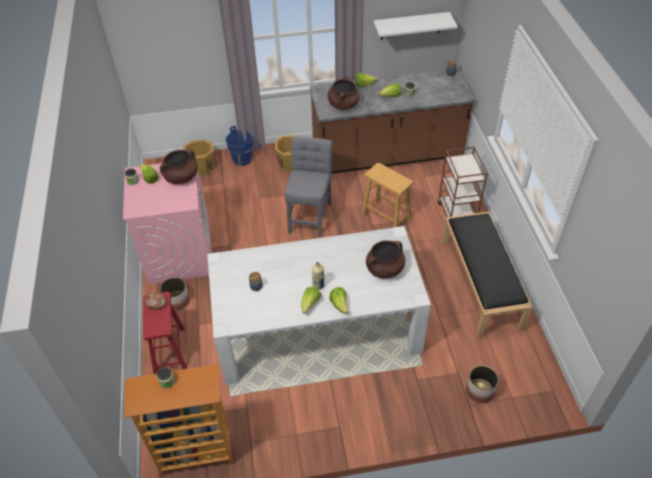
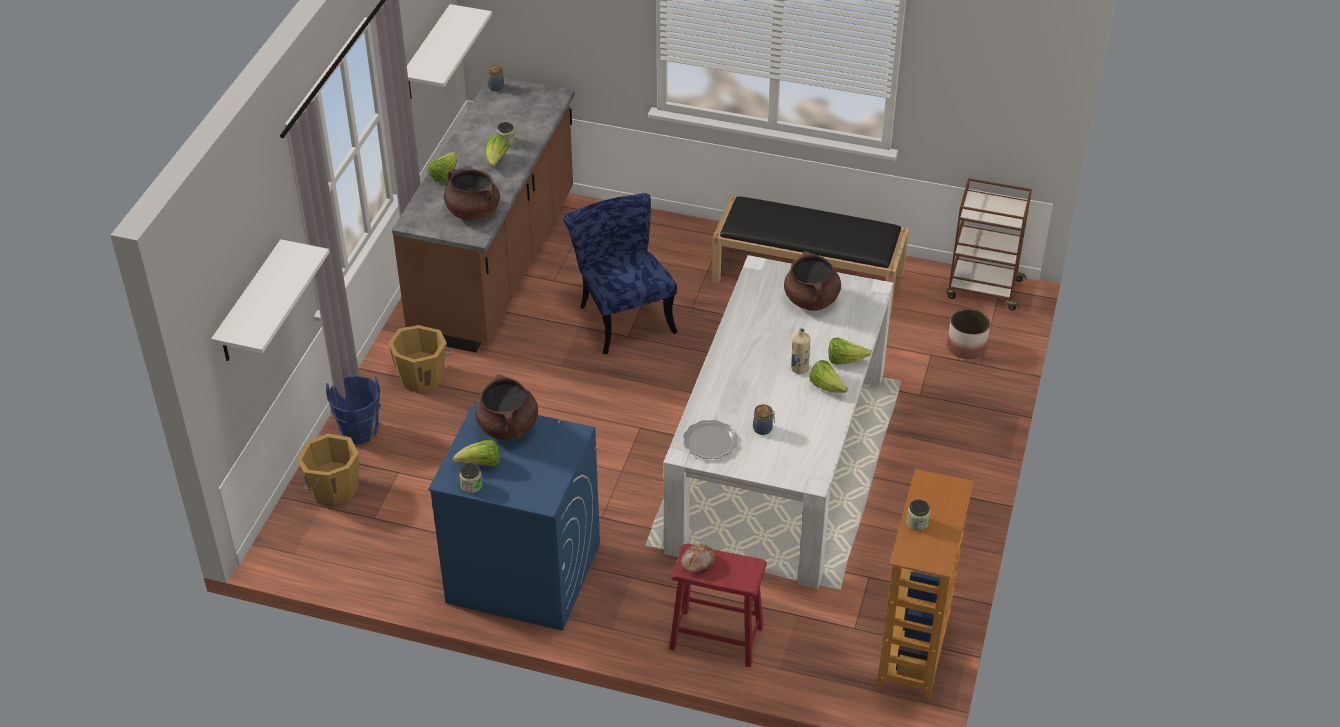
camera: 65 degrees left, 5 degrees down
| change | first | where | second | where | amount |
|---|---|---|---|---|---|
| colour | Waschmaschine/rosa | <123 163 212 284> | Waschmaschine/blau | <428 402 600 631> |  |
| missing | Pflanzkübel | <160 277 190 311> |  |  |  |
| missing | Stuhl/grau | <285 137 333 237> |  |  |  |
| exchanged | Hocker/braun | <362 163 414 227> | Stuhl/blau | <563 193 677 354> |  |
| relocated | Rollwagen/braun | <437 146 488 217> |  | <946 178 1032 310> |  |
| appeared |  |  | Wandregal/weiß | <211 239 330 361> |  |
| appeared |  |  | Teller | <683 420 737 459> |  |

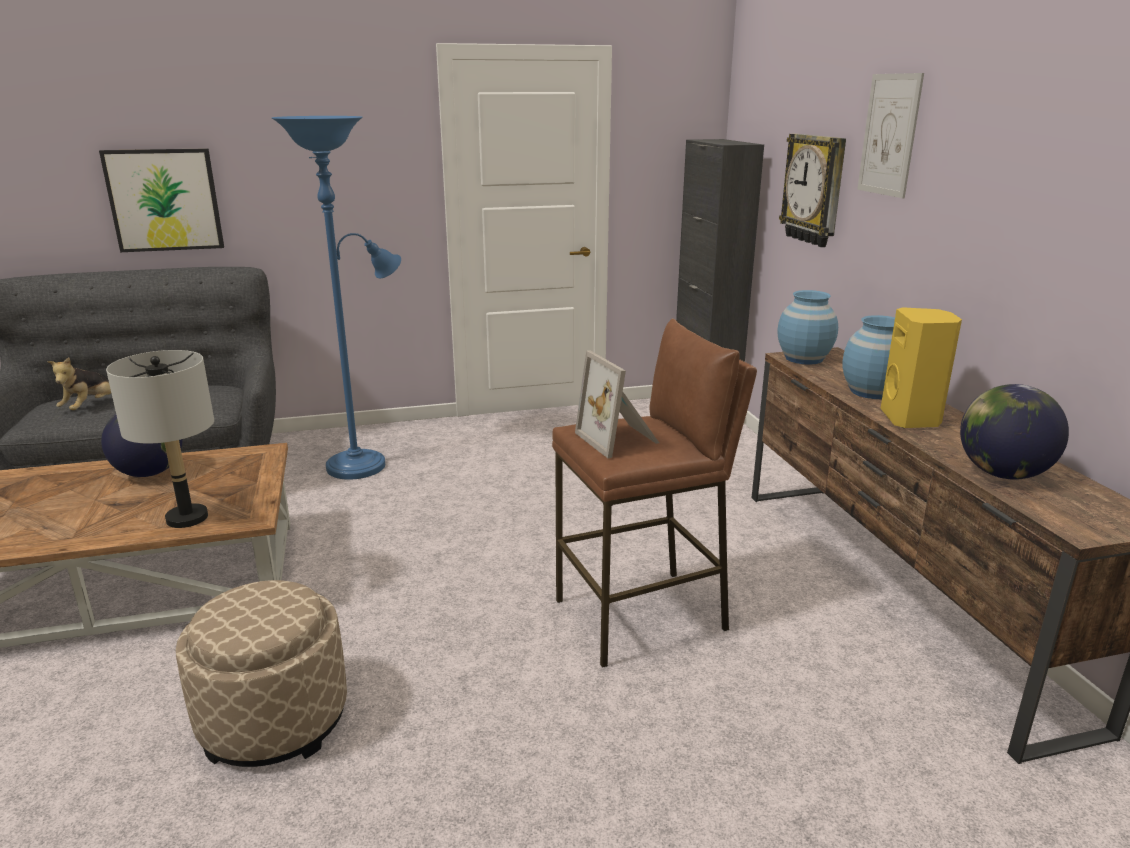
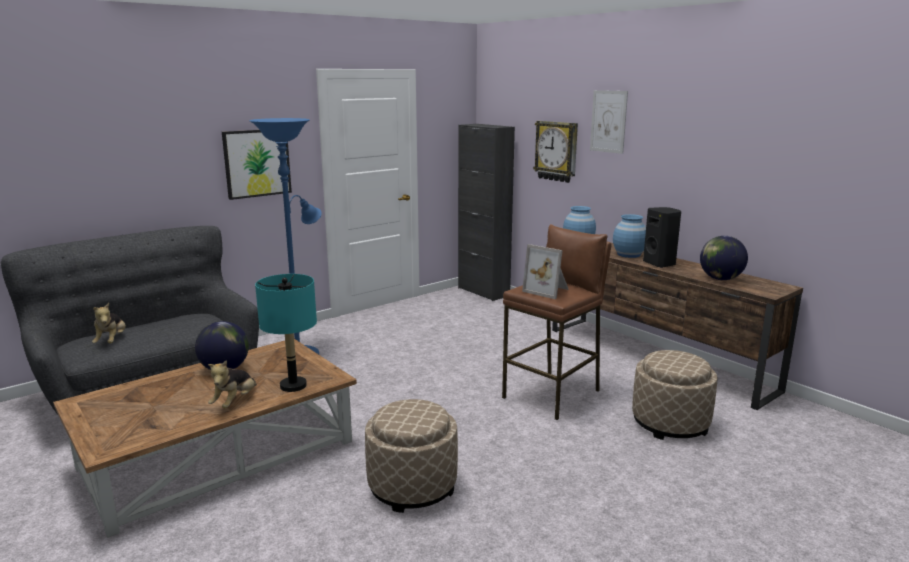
camera: 25 degrees left, 5 degrees down
| change | first | where | second | where | amount |
|---|---|---|---|---|---|
| relocated | Bild | <99 148 224 252> |  | <222 130 292 200> |  |
| colour | Tischlampe/grau | <106 350 214 528> | Tischlampe/türkis | <255 274 317 392> |  |
| colour | Lautsprecher/gelb | <880 307 962 428> | Lautsprecher/schwarz | <643 207 681 268> |  |
| appeared |  |  | Plüschtier | <208 360 257 408> |  |
| appeared |  |  | Polsterhocker/beige | <632 350 718 440> |  |

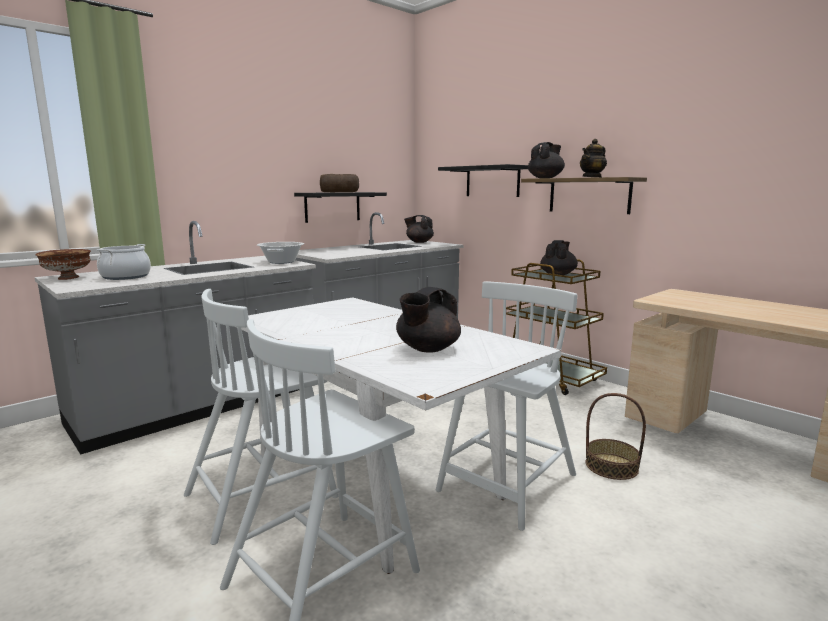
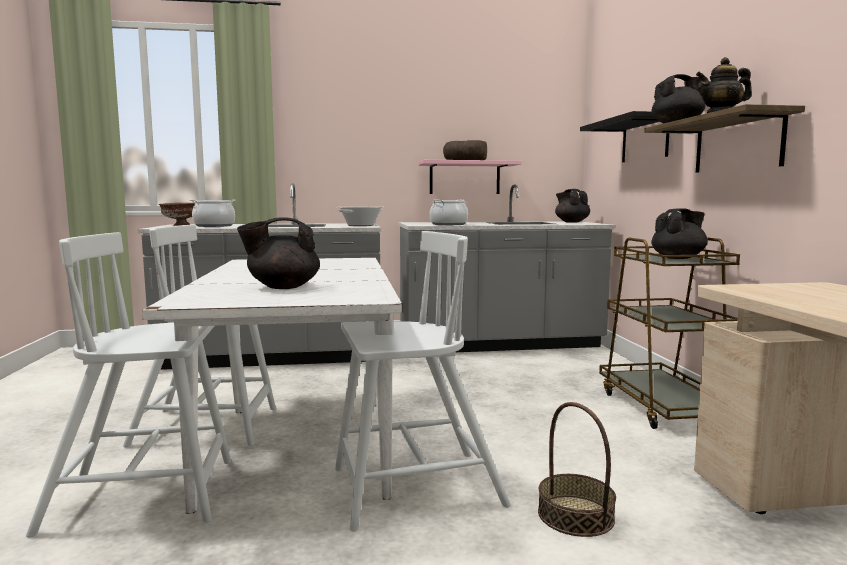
camera: 35 degrees right, 5 degrees down
| change | first | where | second | where | amount |
|---|---|---|---|---|---|
| colour | Wandregal/schwarz | <294 192 387 223> | Wandregal/rosa | <418 160 522 194> |  |
| appeared |  |  | Kochtopf | <430 199 468 225> |  |

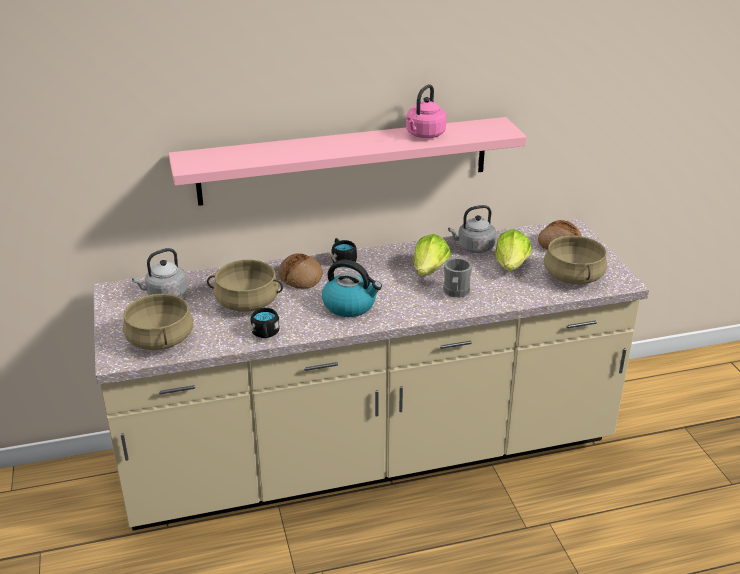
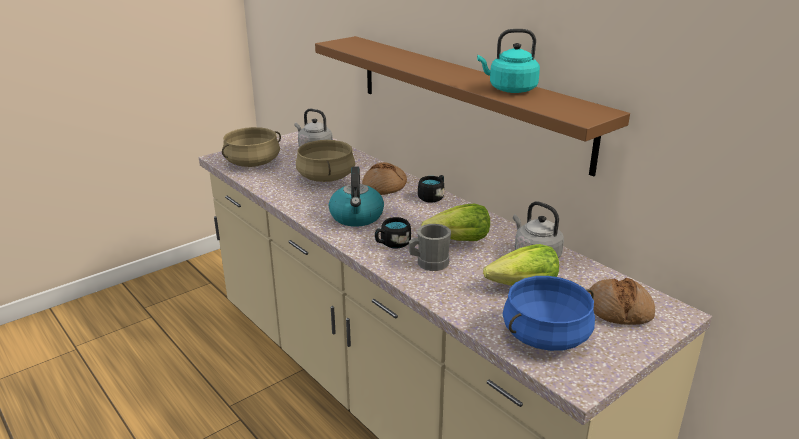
camera: 65 degrees right, 5 degrees down
| change | first | where | second | where | amount |
|---|---|---|---|---|---|
| colour | Wandregal/rosa | <169 117 527 206> | Wandregal/braun | <315 36 630 177> |  |
| relocated | Henkelbecher/schwarz | <250 308 280 338> |  | <375 217 411 248> |  |
| colour | Wasserkessel/rosa | <406 84 446 138> | Wasserkessel/türkis | <477 29 540 93> |  |
| colour | Kochtopf/beige | <544 235 607 284> | Kochtopf/blau | <503 276 595 351> |  |

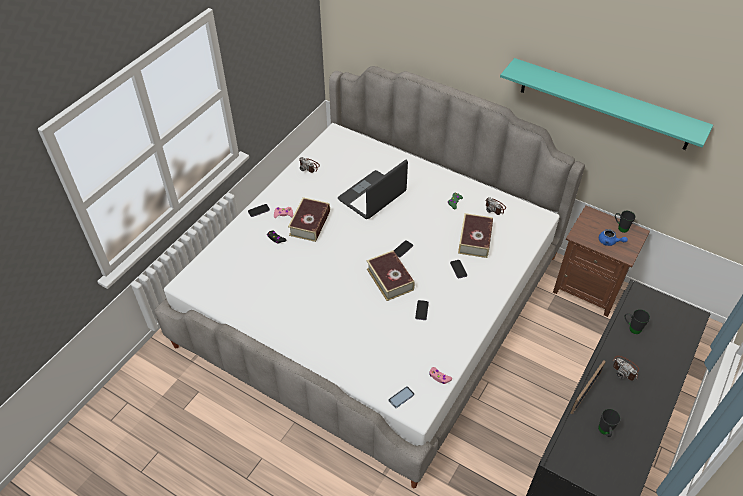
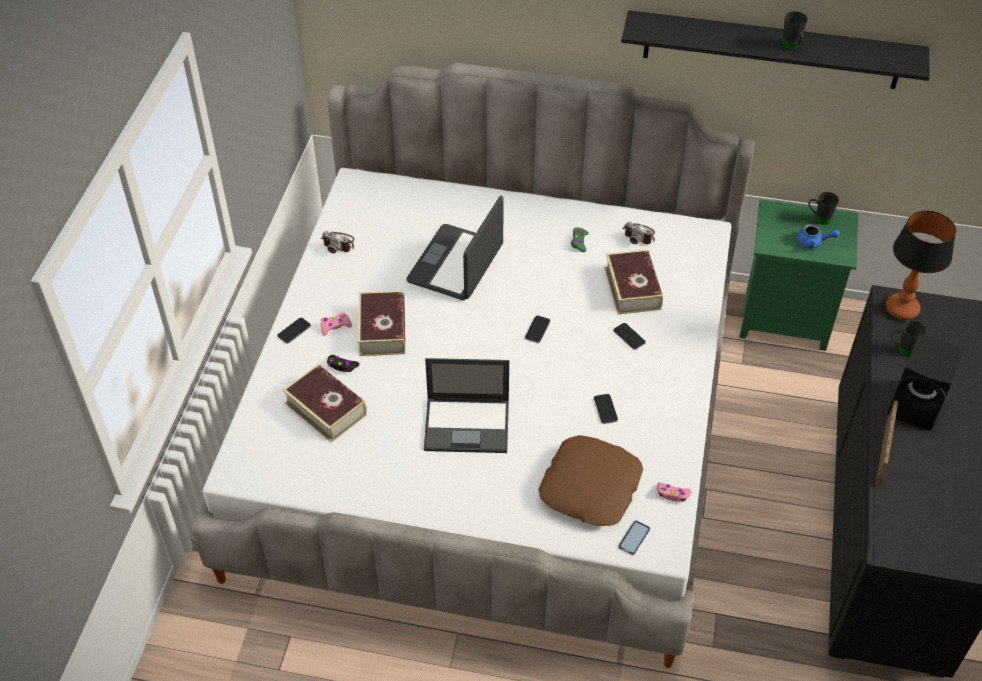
camera: 20 degrees left, 0 degrees up
| change | first | where | second | where | amount |
|---|---|---|---|---|---|
| relocated | Buch | <367 250 415 301> |  | <282 364 367 443> |  |
| colour | Wandregal/türkis | <500 58 713 150> | Wandregal/schwarz | <621 10 930 89> |  |
| colour | Nachttisch/braun | <553 205 650 317> | Nachttisch/grün | <739 199 858 351> |  |
| relocated | Henkelbecher/schwarz | <598 409 621 437> |  | <782 11 808 50> |  |
| exchanged | Kamera | <612 356 639 381> | Lautsprecher/schwarz | <888 333 964 430> |  |
| appeared |  |  | Laptop | <424 358 509 453> |  |
| appeared |  |  | Kissen/braun | <538 435 643 526> |  |
| appeared |  |  | Tischlampe | <886 211 956 320> |  |

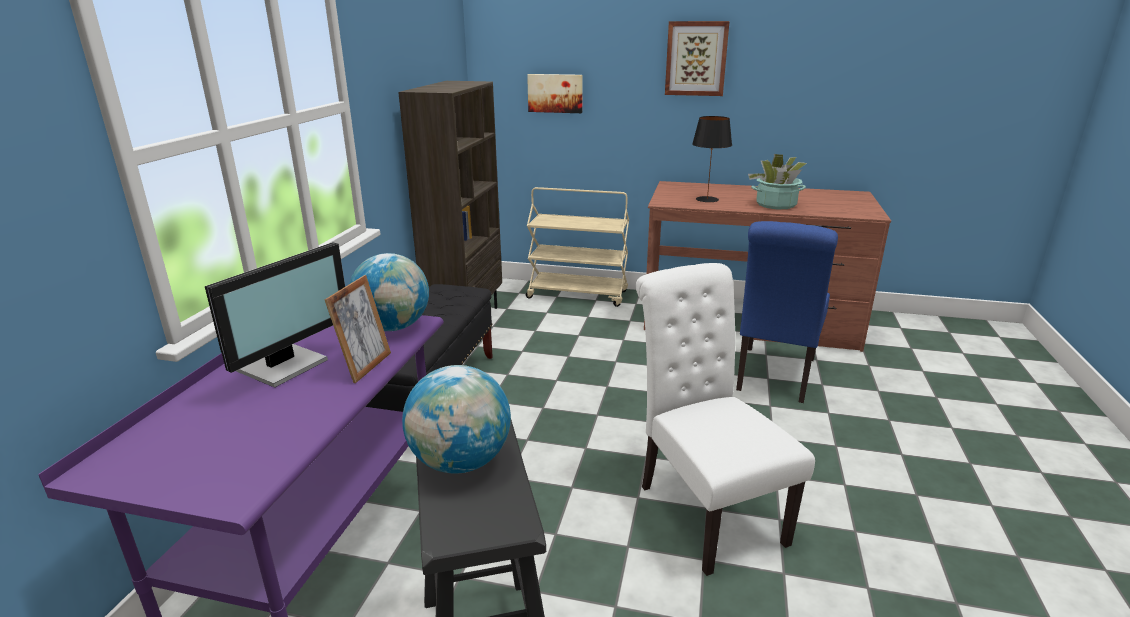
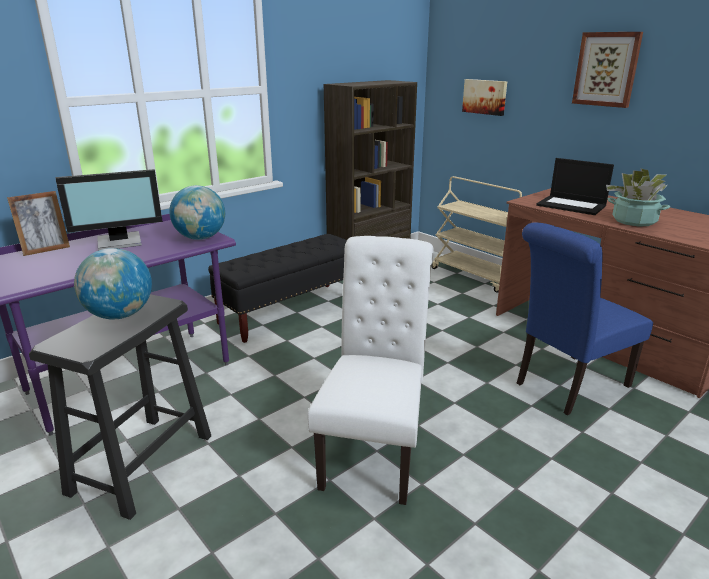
camera: 35 degrees right, 0 degrees up
| change | first | where | second | where | amount |
|---|---|---|---|---|---|
| relocated | Bilderrahmen | <325 275 391 383> |  | <7 191 70 256> |  |
| exchanged | Tischlampe/schwarz | <692 116 732 202> | Laptop | <536 158 614 215> |  |

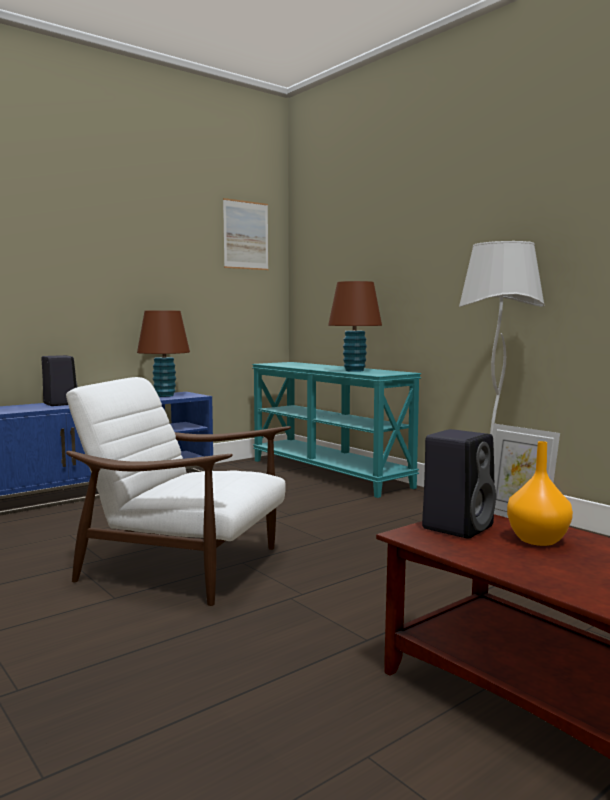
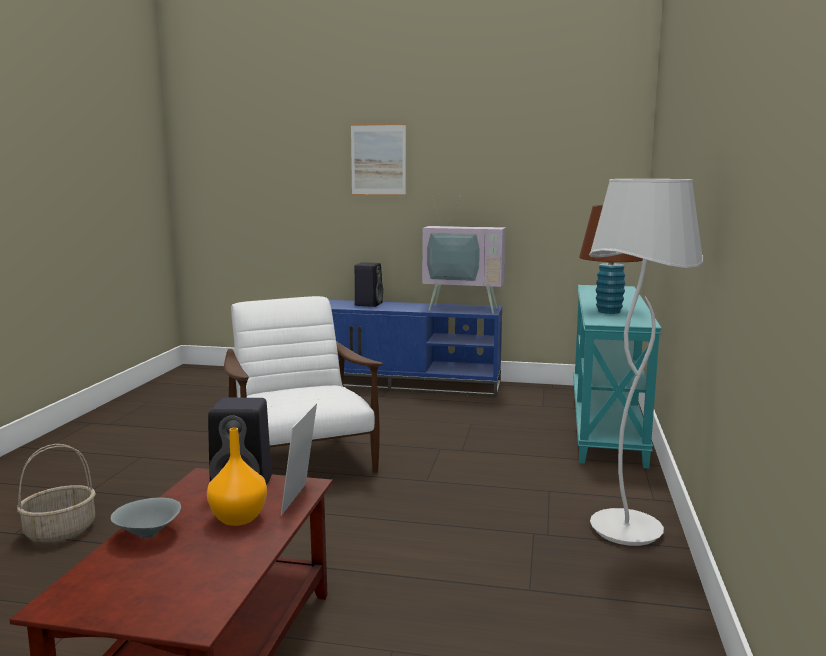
camera: 50 degrees right, 5 degrees up
| change | first | where | second | where | amount |
|---|---|---|---|---|---|
| exchanged | Tischlampe/braun | <137 311 190 397> | Fernseher | <422 193 506 314> |  |
| relocated | Bild | <223 198 269 270> |  | <351 123 406 196> |  |
| appeared |  |  | Korb | <17 444 96 542> |  |
| appeared |  |  | Schüssel/grau | <111 498 181 539> |  |

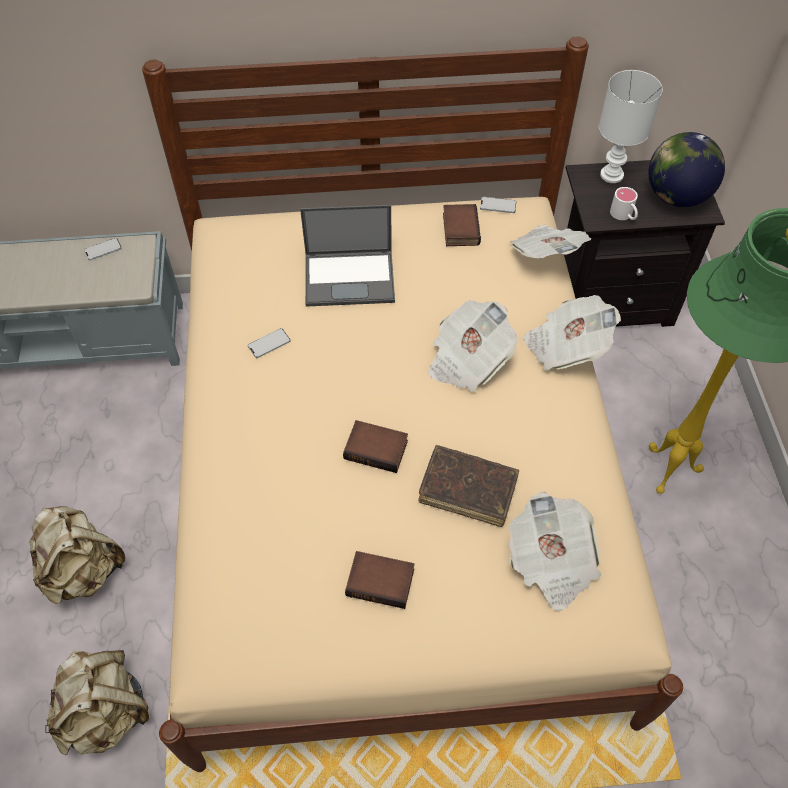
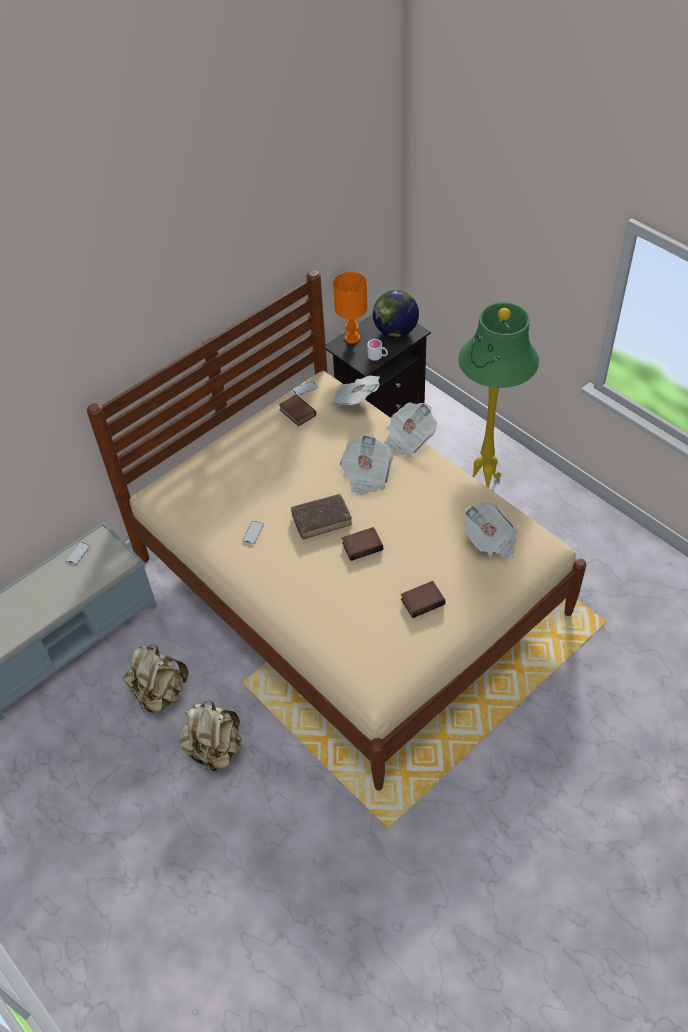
camera: 35 degrees left, 5 degrees down
| change | first | where | second | where | amount |
|---|---|---|---|---|---|
| relocated | Rucksack/beige | <45 650 149 755> |  | <124 645 189 713> |  |
| missing | Laptop | <300 205 395 307> |  |  |  |
| relocated | Buch/braun | <418 445 519 527> |  | <291 494 352 540> |  |
| colour | Tischlampe/weiß | <599 70 663 183> | Tischlampe/orange | <333 272 367 344> |  |

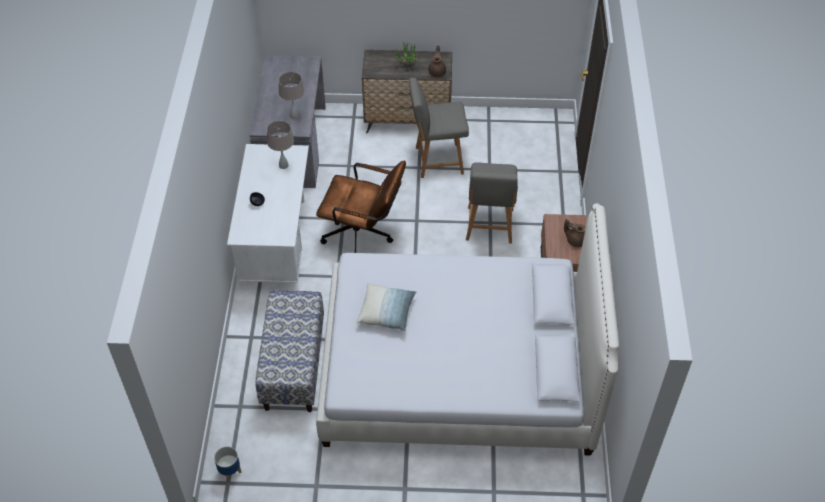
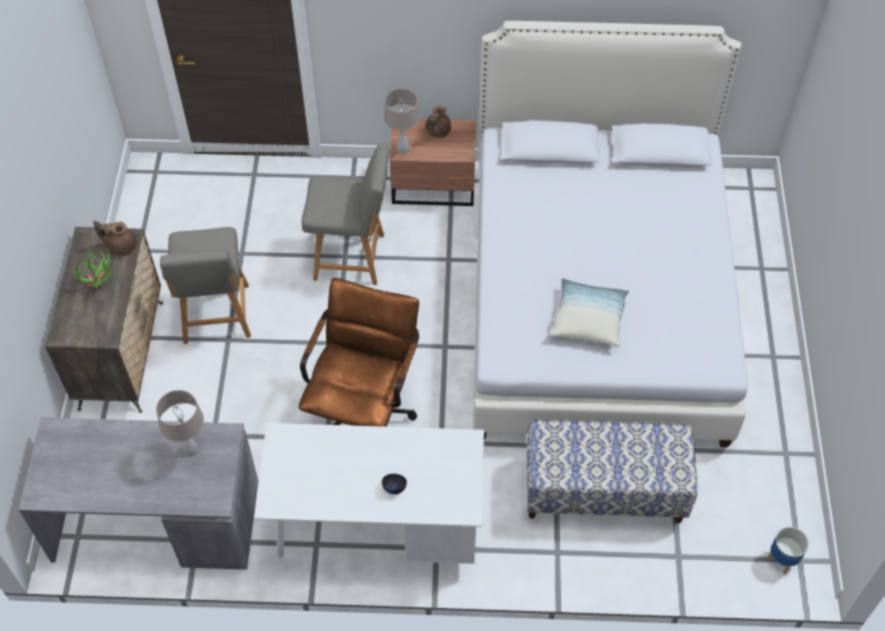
camera: 90 degrees left, 5 degrees up
| change | first | where | second | where | amount |
|---|---|---|---|---|---|
| relocated | Tischlampe/beige | <267 121 294 169> |  | <384 88 420 153> |  |

